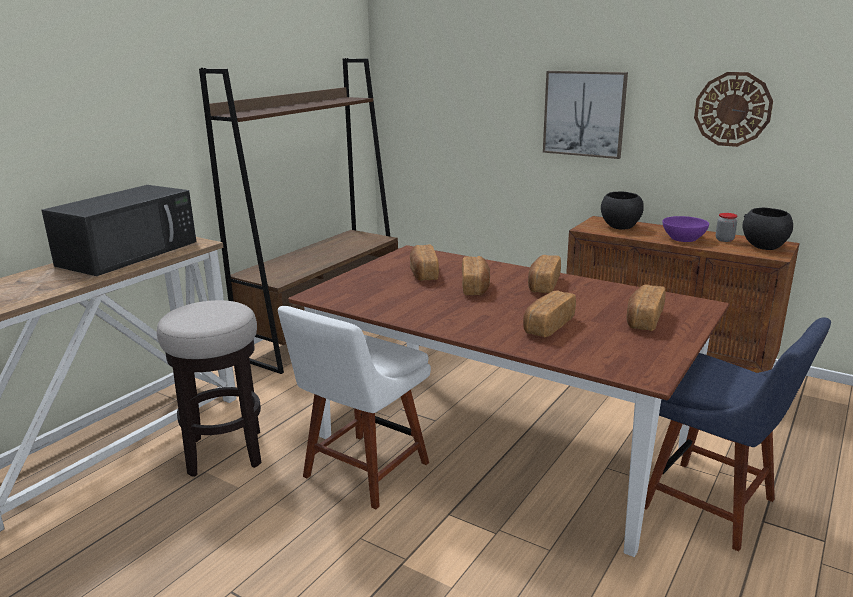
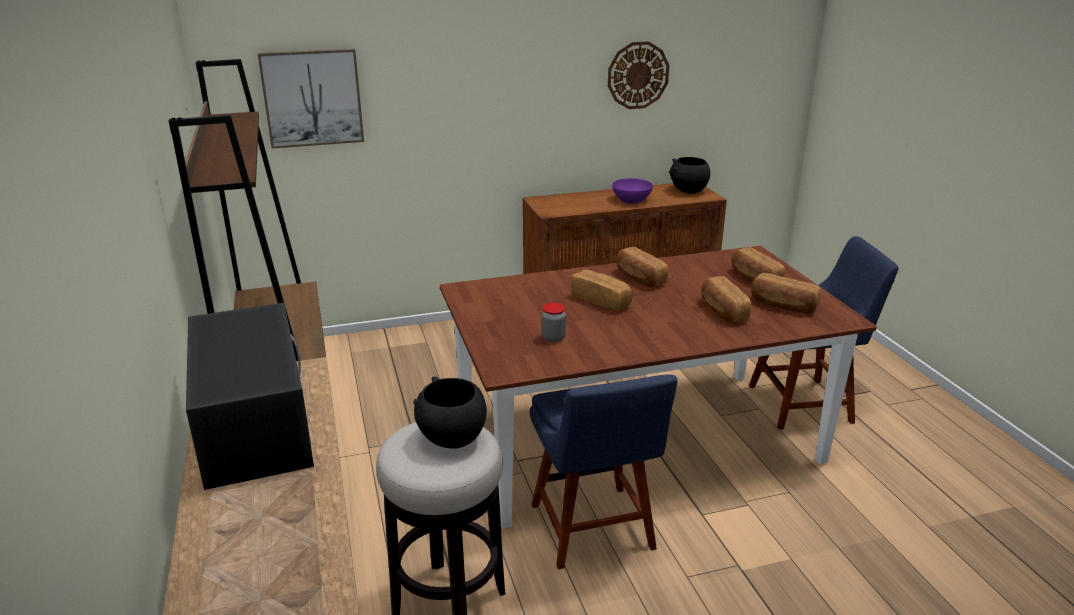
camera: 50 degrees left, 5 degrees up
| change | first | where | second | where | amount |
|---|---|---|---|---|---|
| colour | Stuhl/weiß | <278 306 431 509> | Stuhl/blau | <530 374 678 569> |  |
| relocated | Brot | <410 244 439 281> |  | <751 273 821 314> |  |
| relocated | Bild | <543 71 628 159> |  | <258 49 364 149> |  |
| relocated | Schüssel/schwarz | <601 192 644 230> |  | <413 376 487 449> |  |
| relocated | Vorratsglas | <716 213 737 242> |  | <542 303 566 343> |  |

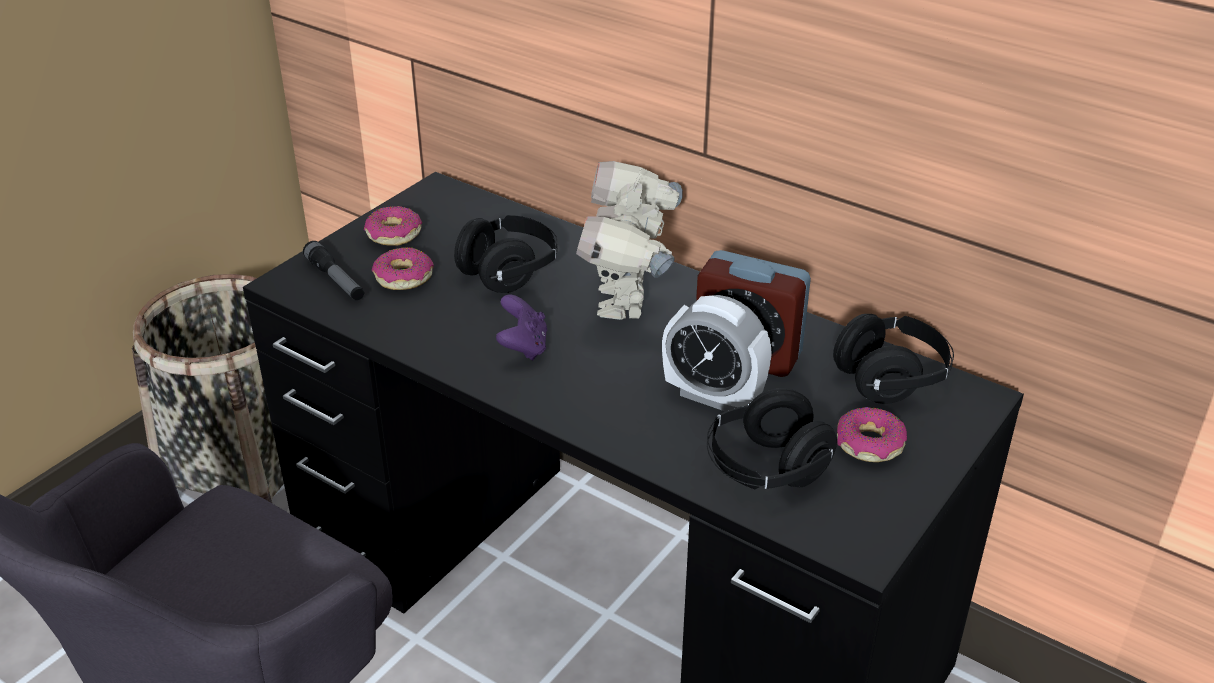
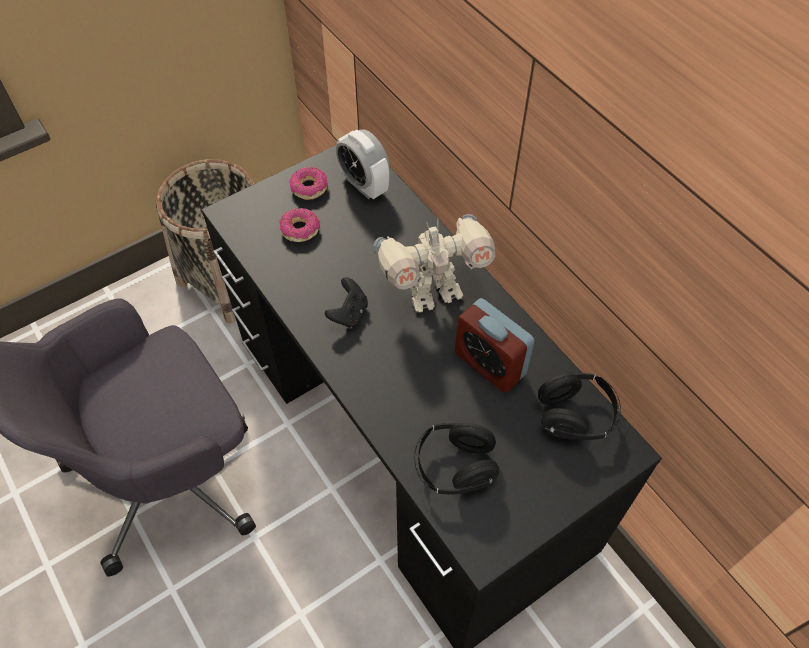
camera: 20 degrees right, 20 degrees up
| change | first | where | second | where | amount |
|---|---|---|---|---|---|
| missing | Taschenlampe | <303 241 364 300> |  |  |  |
| missing | Kopfhörer/schwarz | <454 215 558 293> |  |  |  |
| colour | Gamepad/lila | <496 294 547 360> | Gamepad/schwarz | <325 277 368 328> |  |
| spun | Spielzeugroboter | <576 161 683 320> |  | <373 214 495 312> | 135 degrees counterclockwise |
| relocated | Wecker | <662 295 772 411> |  | <336 129 390 199> |  |
| missing | Donut | <837 407 907 462> |  |  |  |

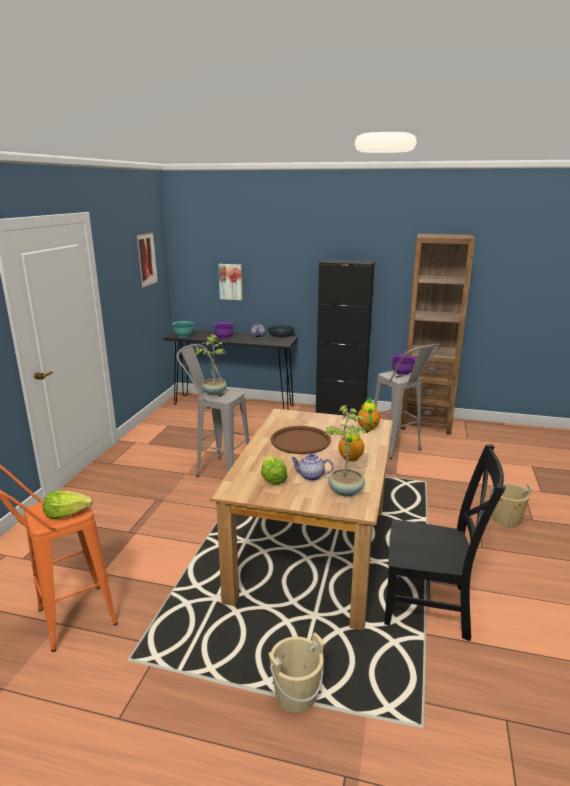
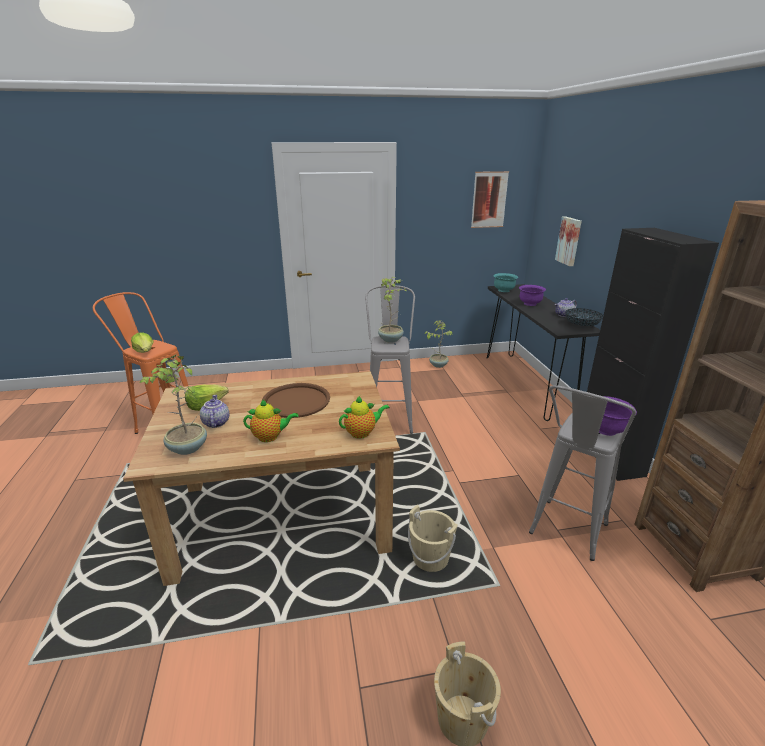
camera: 65 degrees right, 5 degrees up
| change | first | where | second | where | amount |
|---|---|---|---|---|---|
| relocated | Eimer/beige | <269 632 324 713> |  | <408 505 458 572> |  |
| missing | Stuhl/schwarz | <384 445 506 641> |  |  |  |
| appeared |  |  | Topfpflanze | <425 320 453 368> |  |

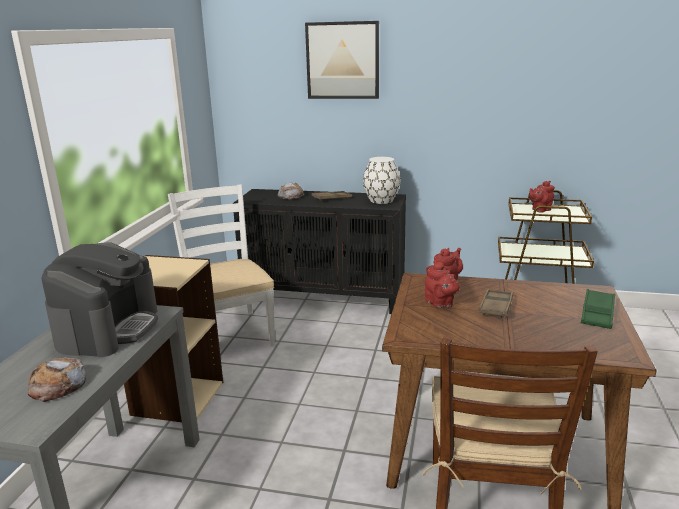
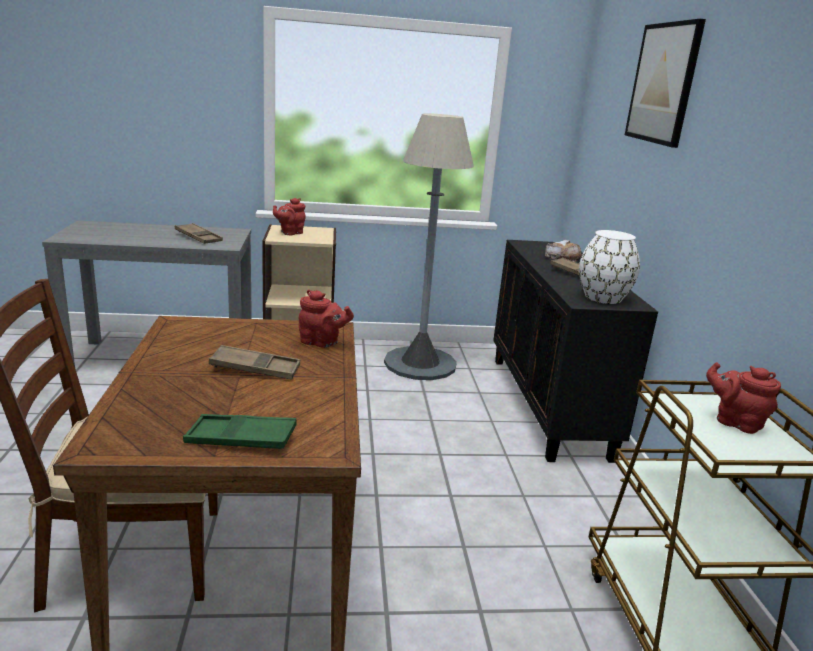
camera: 70 degrees right, 0 degrees up
| change | first | where | second | where | amount |
|---|---|---|---|---|---|
| missing | Brot | <28 357 86 402> |  |  |  |
| exchanged | Kaffeemaschine | <42 242 158 357> | Tablett/braun | <175 223 223 244> |  |
| exchanged | Stuhl/weiß | <168 184 275 345> | Stehlampe/grau | <384 113 474 380> |  |
| relocated | Teekanne/rot | <425 261 460 308> |  | <273 198 306 235> |  |

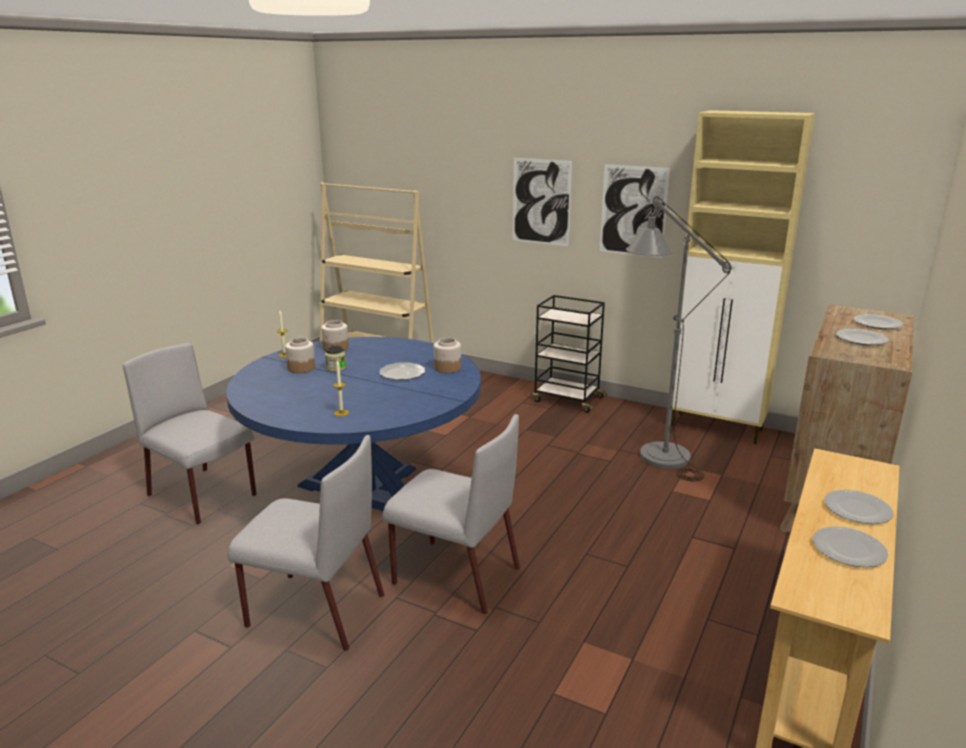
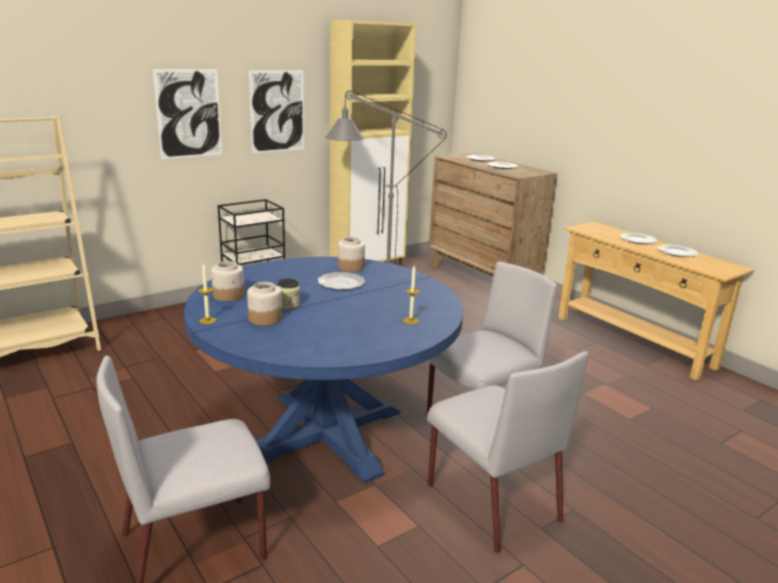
camera: 65 degrees left, 0 degrees up
| change | first | where | second | where | amount |
|---|---|---|---|---|---|
| spun | Stuhl/grau | <228 435 384 651> |  | <427 351 588 554> | 105 degrees clockwise |

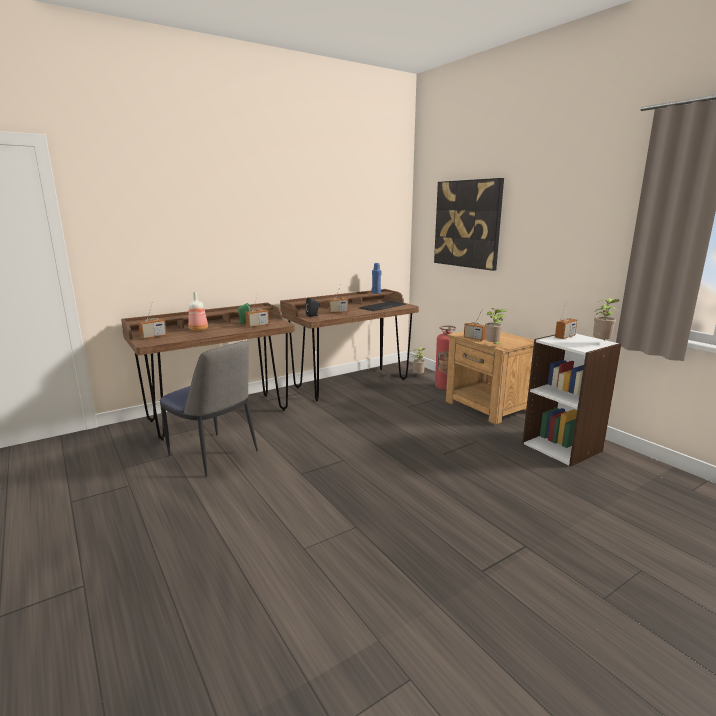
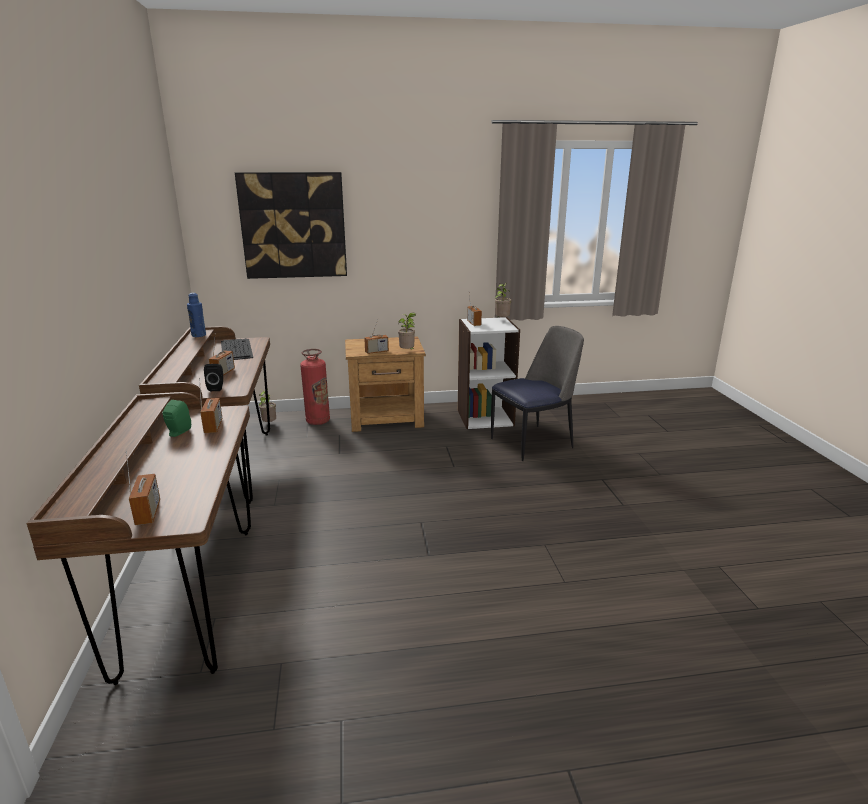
camera: 65 degrees left, 5 degrees up
| change | first | where | second | where | amount |
|---|---|---|---|---|---|
| relocated | Stuhl | <160 340 258 477> |  | <491 326 584 461> |  |
| missing | Flasche | <188 292 208 331> |  |  |  |

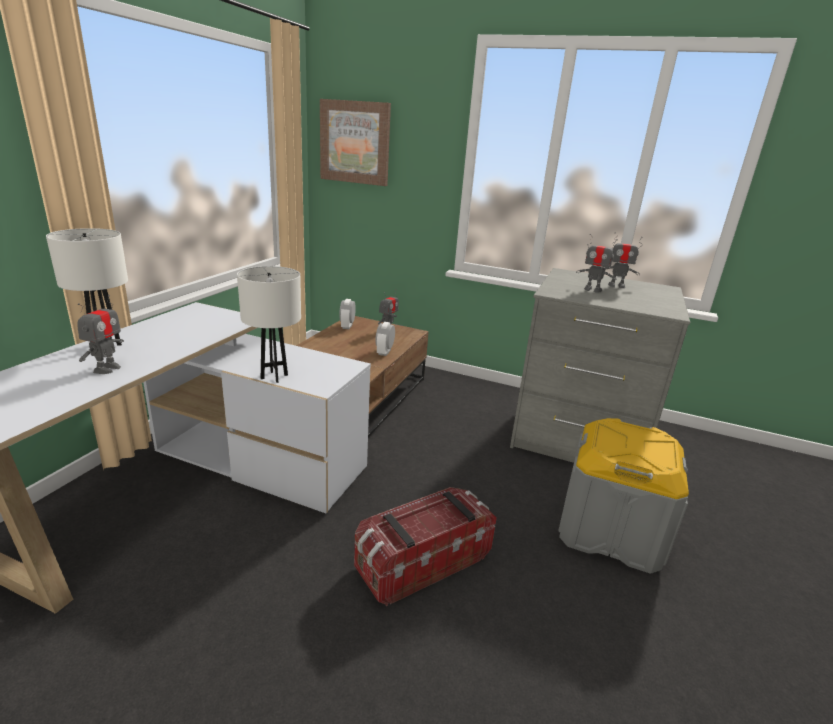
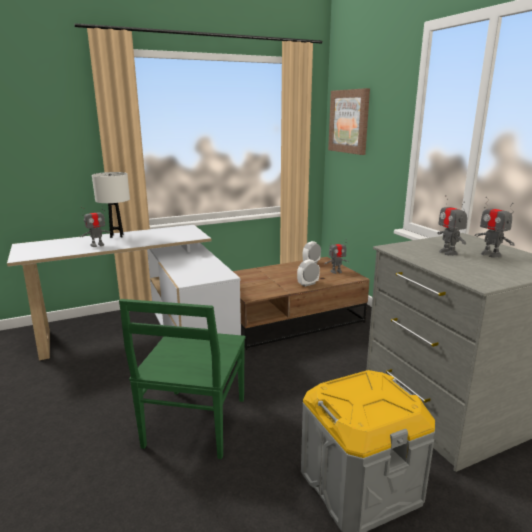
camera: 45 degrees right, 5 degrees down
| change | first | where | second | where | amount |
|---|---|---|---|---|---|
| missing | Tischlampe/weiß | <237 266 301 383> |  |  |  |
| exchanged | Aufbewahrungsbox | <354 487 497 606> | Stuhl/grün | <119 299 246 459> |  |

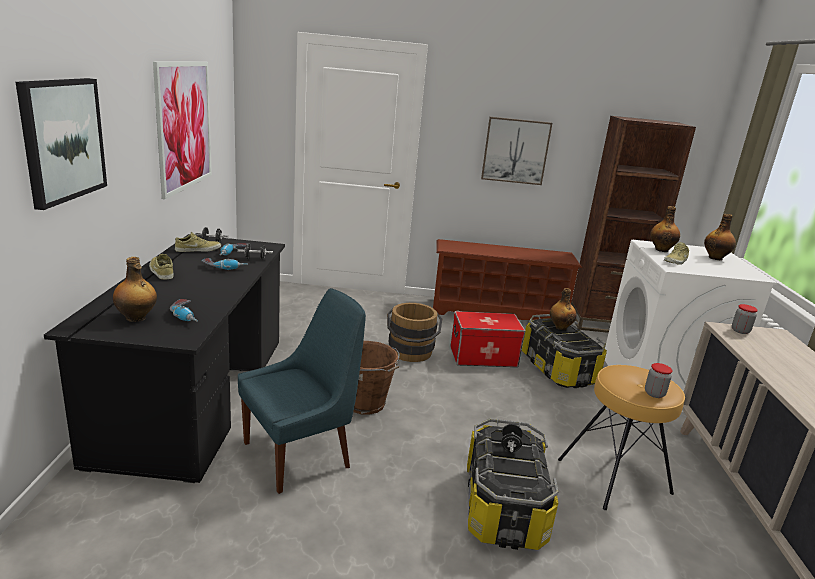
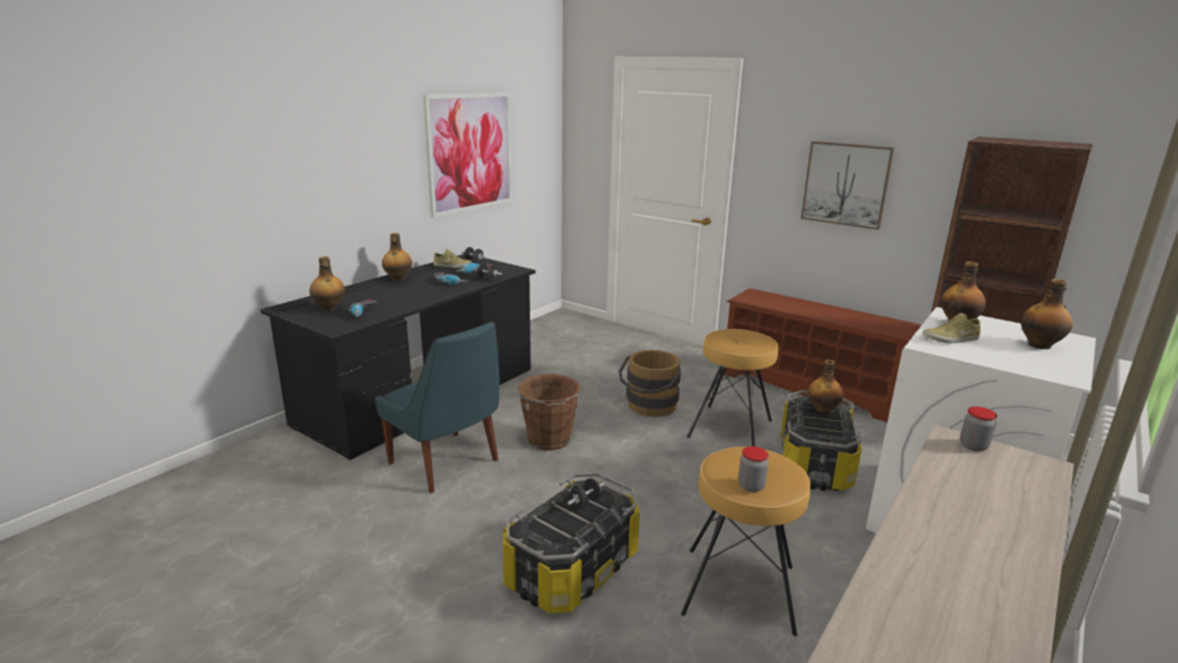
camera: 35 degrees right, 0 degrees up
| change | first | where | second | where | amount |
|---|---|---|---|---|---|
| missing | Bild | <16 78 107 210> |  |  |  |
| exchanged | Schuh/beige | <149 254 174 280> | Flasche | <382 233 412 281> |  |
| spun | Stuhl/blau | <238 288 366 494> |  | <375 322 500 493> | 45 degrees clockwise |
| exchanged | Aufbewahrungsbox | <450 311 526 367> | Hocker/braun | <687 329 778 446> |  |

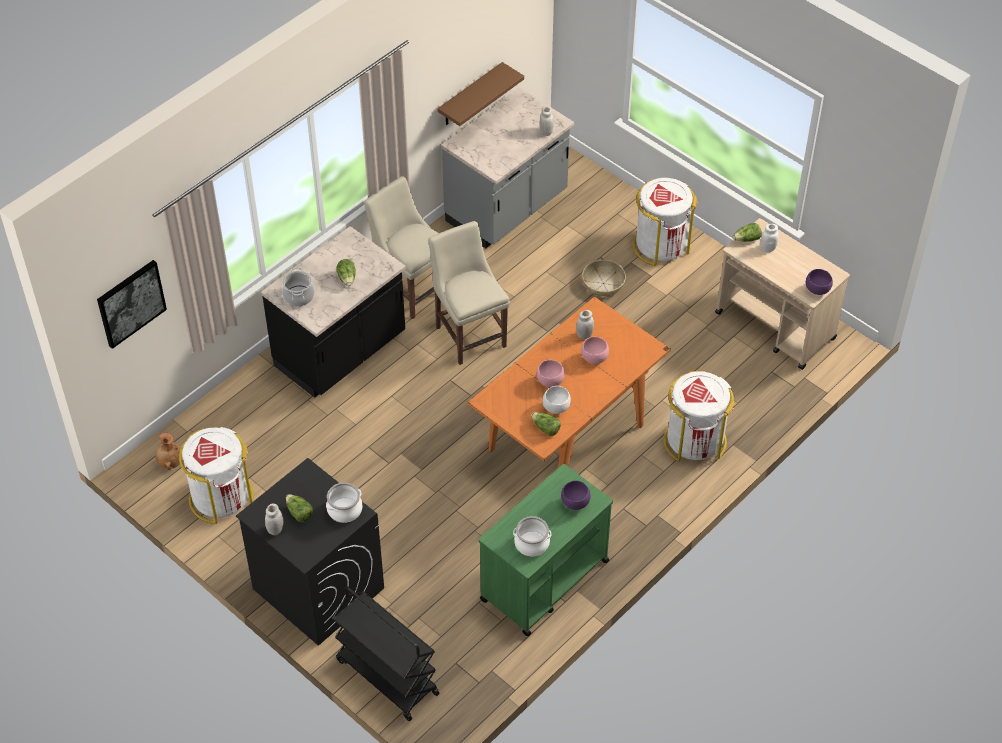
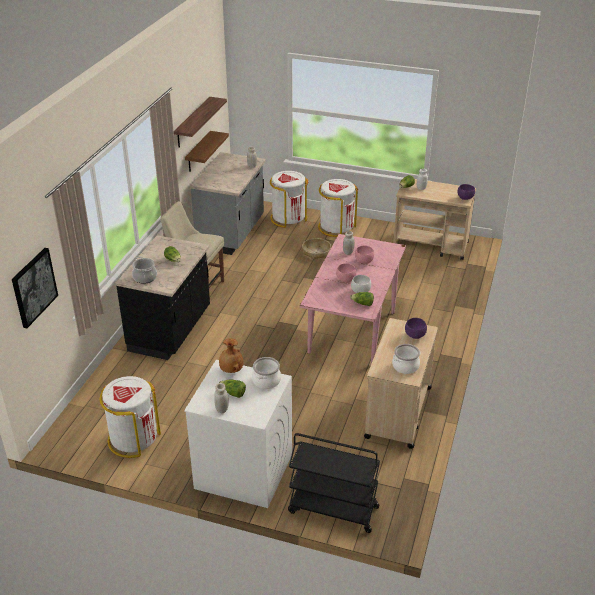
camera: 25 degrees left, 15 degrees down
| change | first | where | second | where | amount |
|---|---|---|---|---|---|
| relocated | Vase/braun | <155 433 183 470> |  | <219 338 243 373> |  |
| colour | Waschmaschine/schwarz | <236 458 384 646> | Waschmaschine/weiß | <184 360 292 508> |  |
| missing | Stuhl/beige | <428 221 510 365> |  |  |  |
| colour | Esstisch/orange | <467 296 671 468> | Esstisch/rosa | <300 234 406 364> |  |
| colour | Rollwagen/grün | <478 464 613 636> | Rollwagen/beige | <364 318 438 449> |  |
| relocated | Mülleimer/weiß | <663 371 735 461> |  | <270 171 309 228> |  |
| appeared |  |  | Wandregal | <174 97 227 147> |  |

